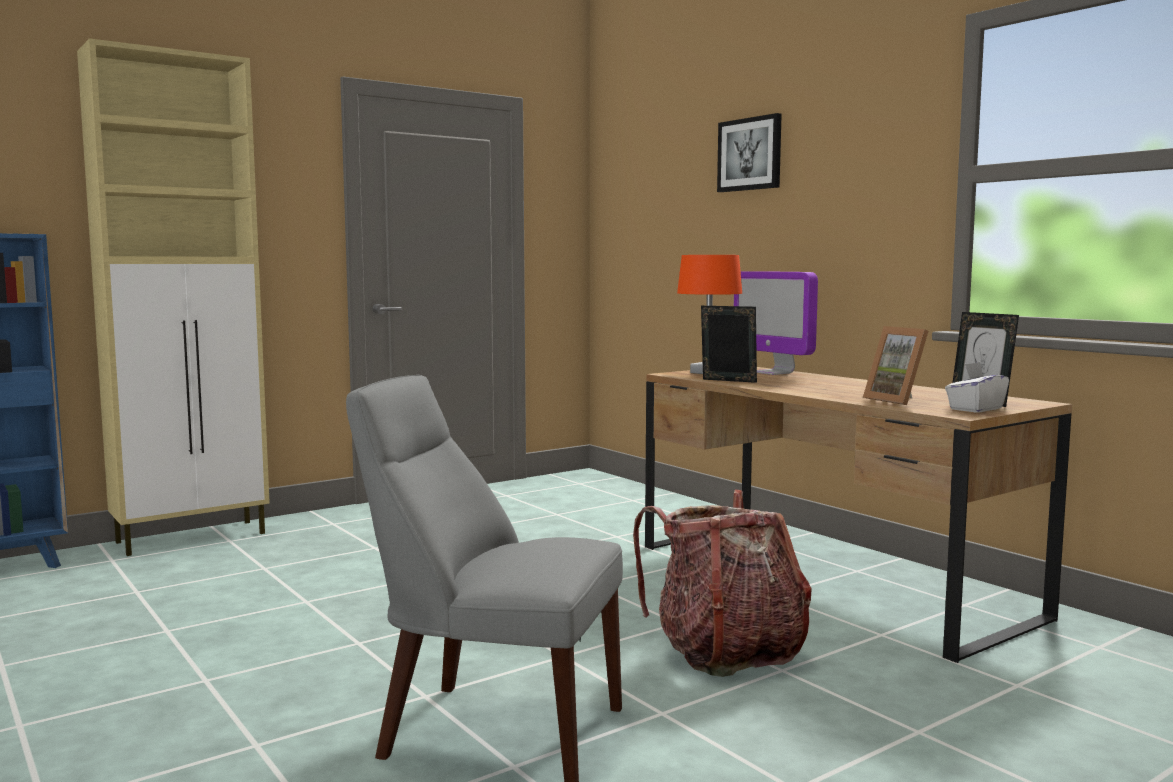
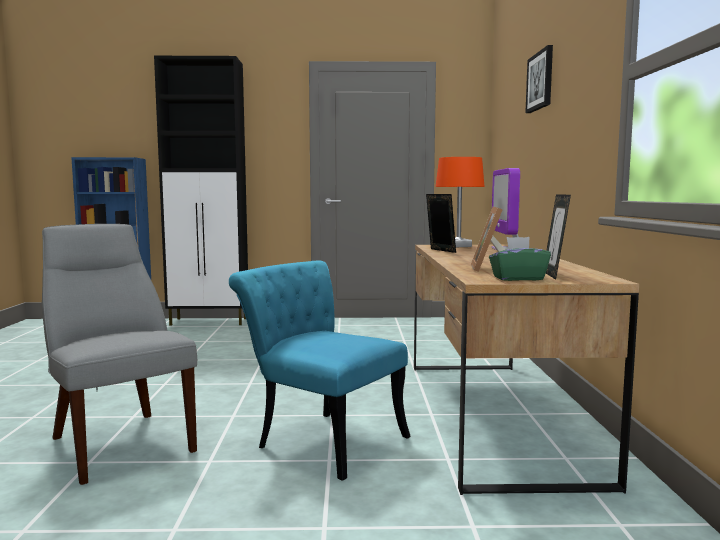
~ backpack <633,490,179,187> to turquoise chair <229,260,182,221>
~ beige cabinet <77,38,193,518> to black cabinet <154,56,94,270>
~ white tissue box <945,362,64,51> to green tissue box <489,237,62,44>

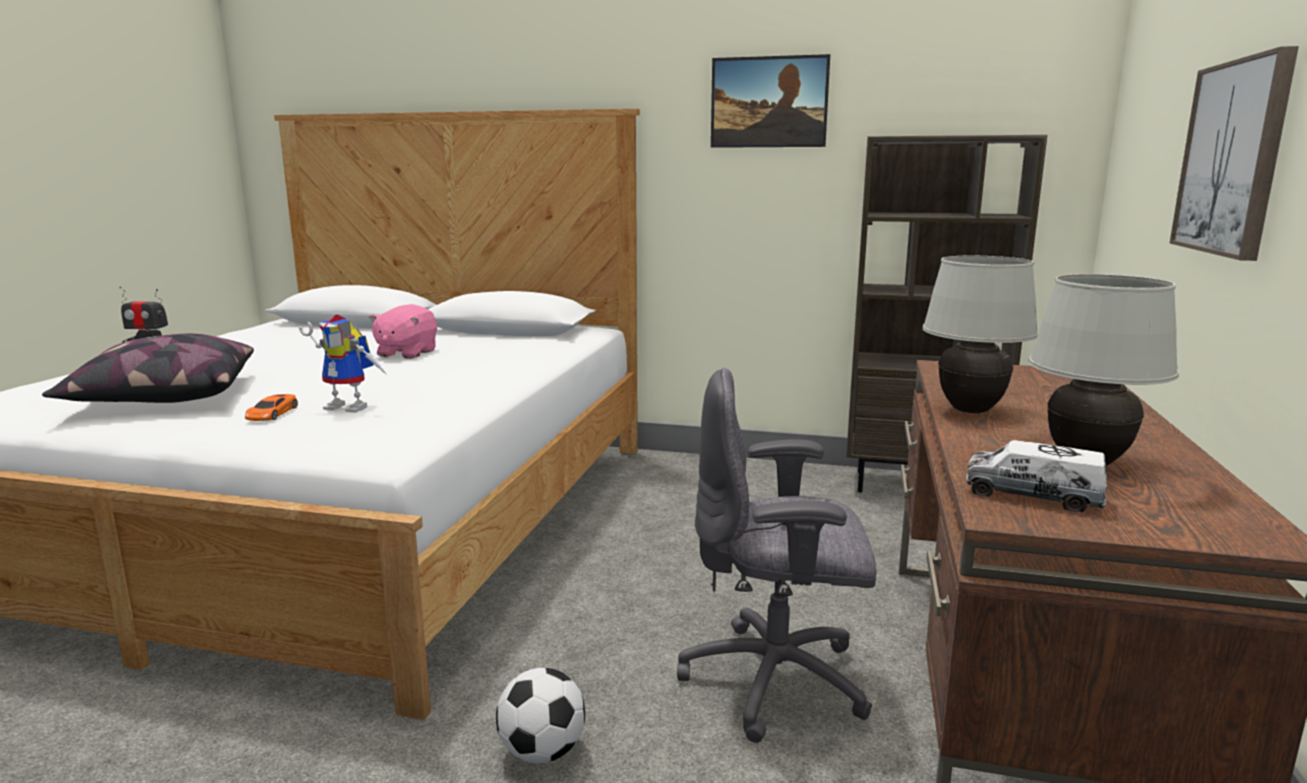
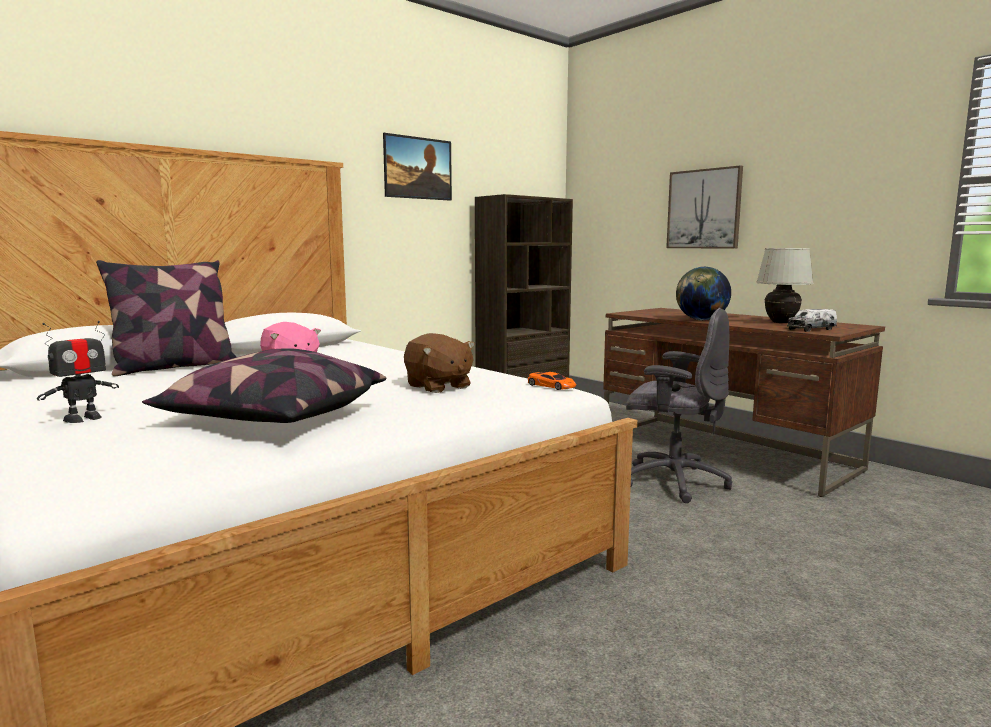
- football <496,668,89,95>
+ pillow <96,260,140,116>
~ orange toy car <245,394,53,27> to <528,372,48,18>
~ toy robot <299,315,88,98> to brown plush toy <404,333,71,60>
~ white table lamp <923,256,115,157> to globe <676,267,55,53>
~ grey office chair <677,368,200,375> = <626,308,106,195> 105 degrees counterclockwise

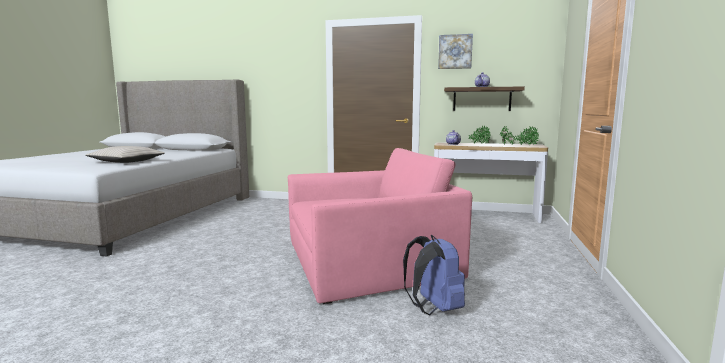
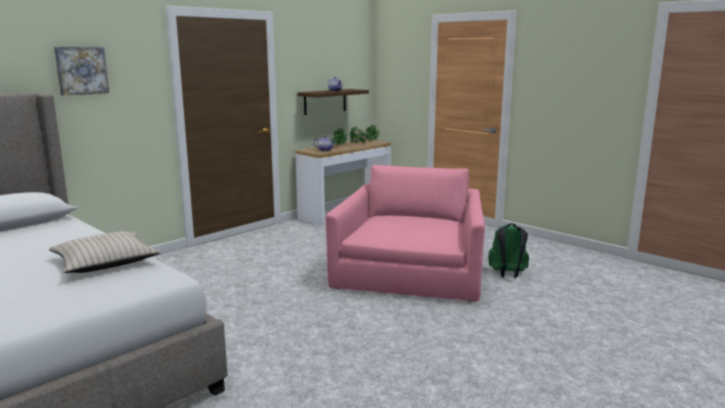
~ picture <438,34,35,35> to <54,47,55,49>
~ blue backpack <403,235,62,81> to green backpack <488,223,41,55>

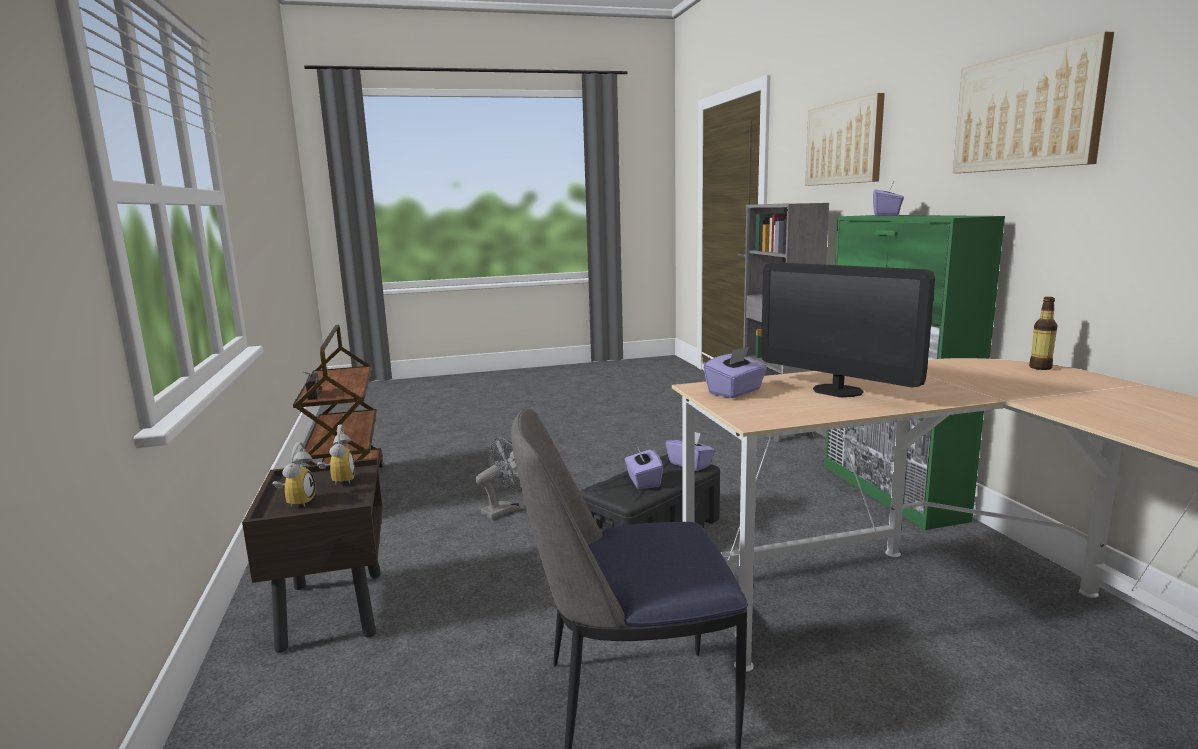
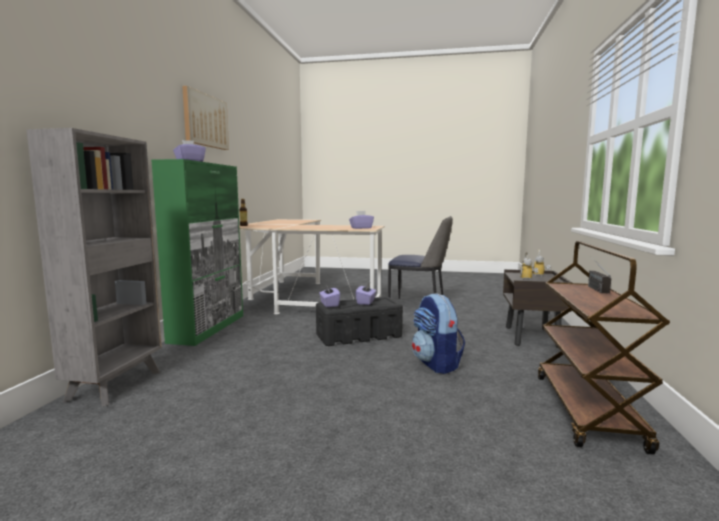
- monitor <761,262,174,135>
- picture <805,93,80,93>
~ grey fan <475,437,47,82> to backpack <412,293,53,81>

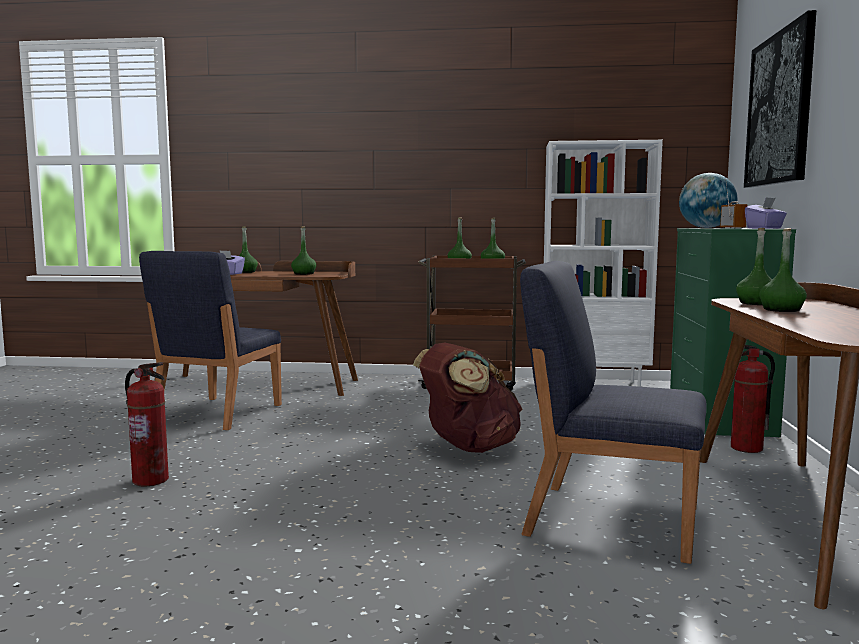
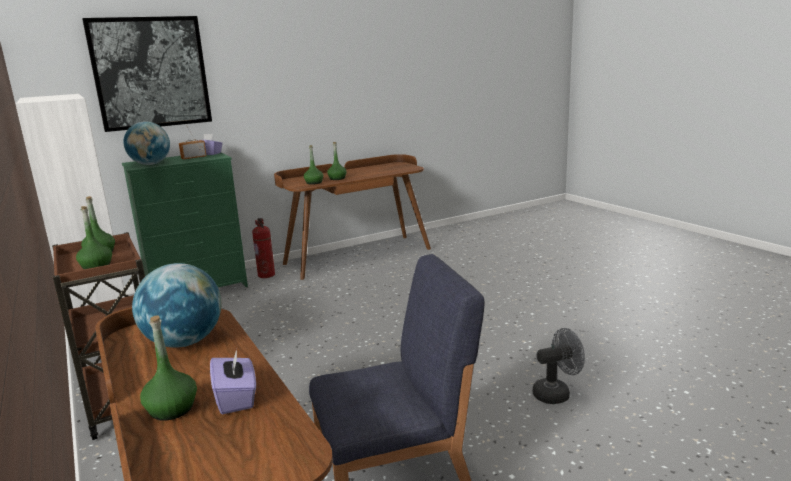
- brown backpack <413,342,109,111>
- blue chair <520,261,187,303>
~ fire extinguisher <125,362,44,125> to grey fan <533,328,52,76>
~ green bottle <291,226,25,49> to globe <132,263,90,85>

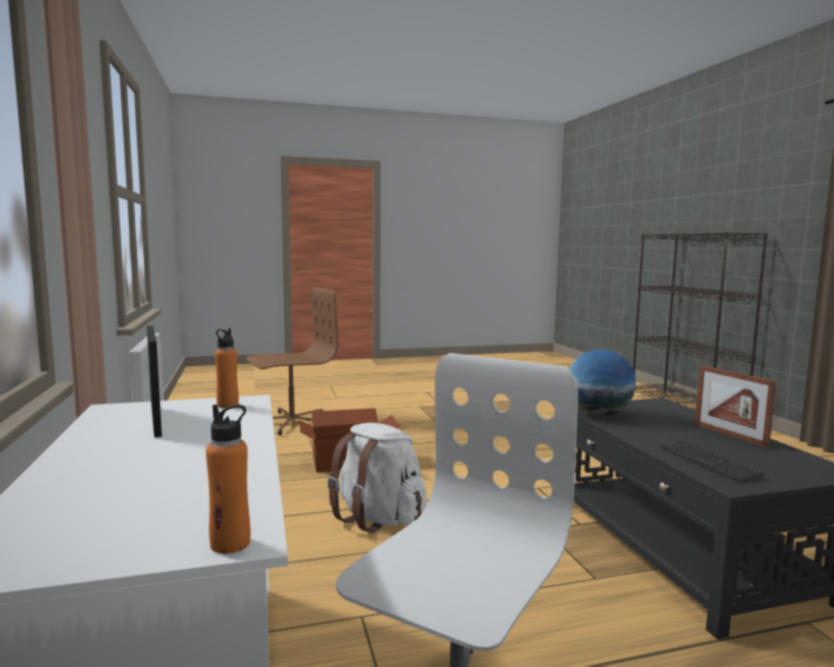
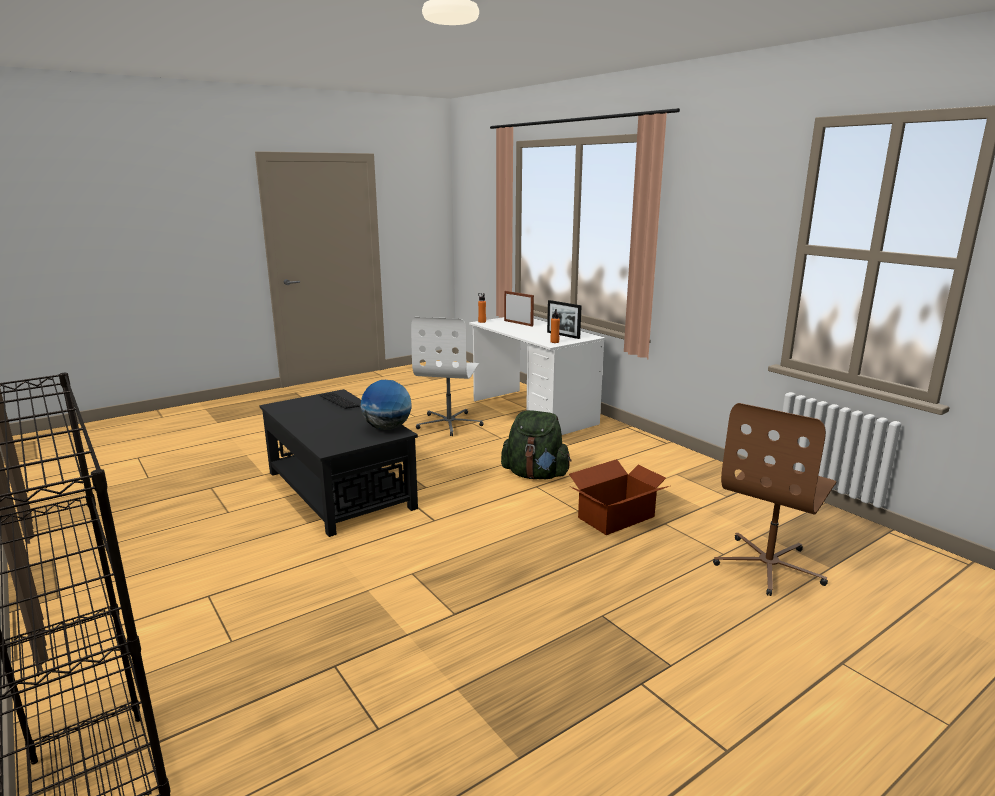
~ picture frame <695,365,81,83> to <504,291,30,35>
~ white backpack <327,423,99,110> to green backpack <501,410,70,69>

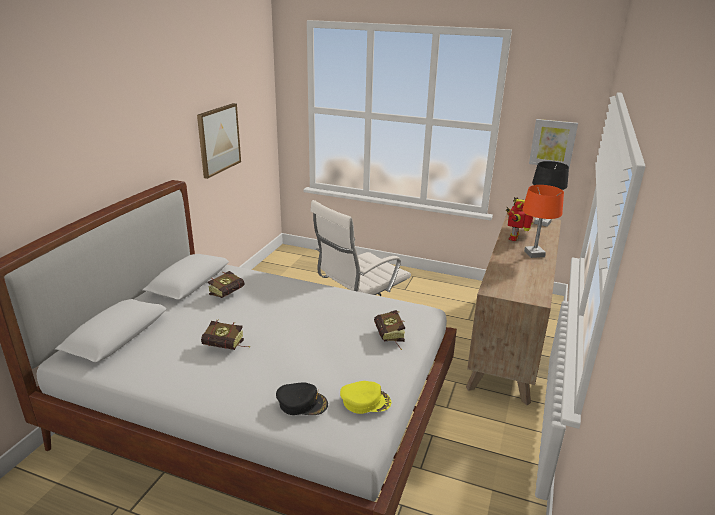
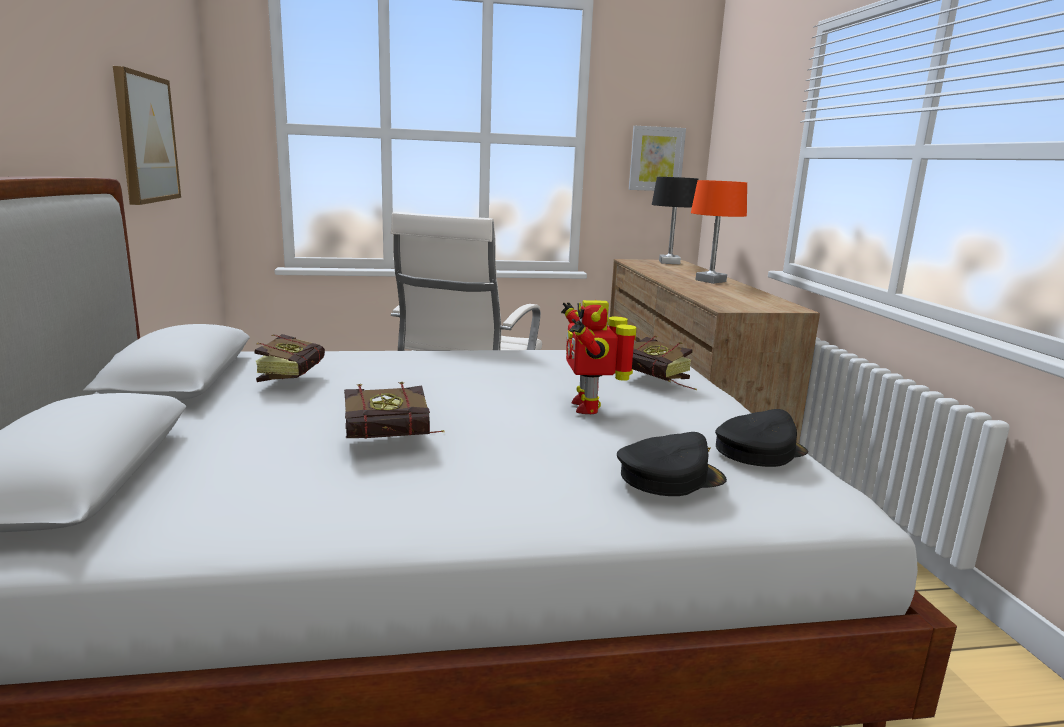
~ toy robot <505,197,28,44> to <561,300,75,114>
~ yellow cap <340,381,51,33> to black cap <715,409,93,58>

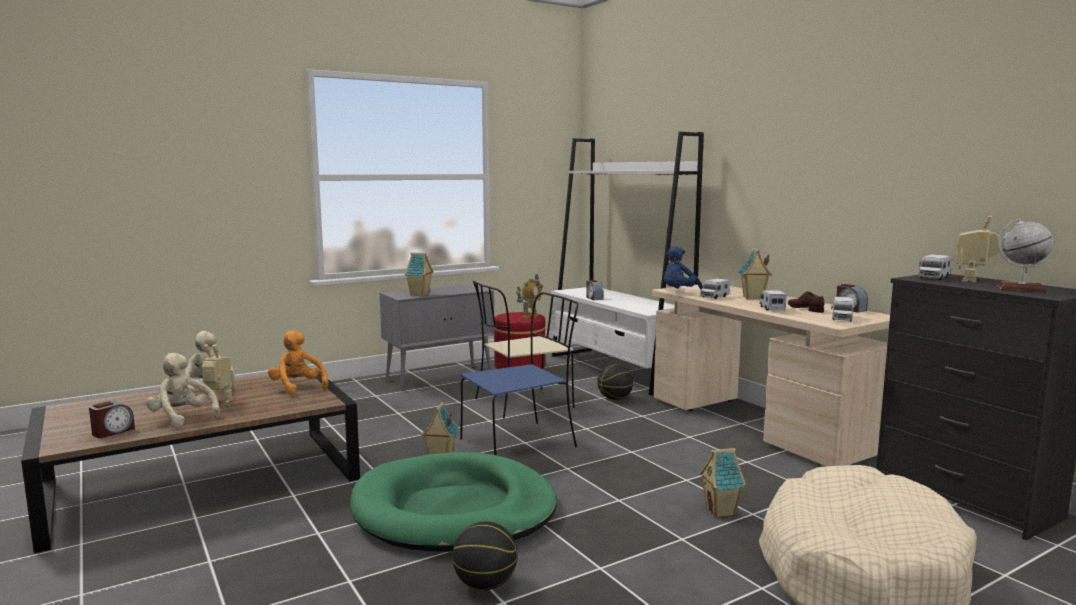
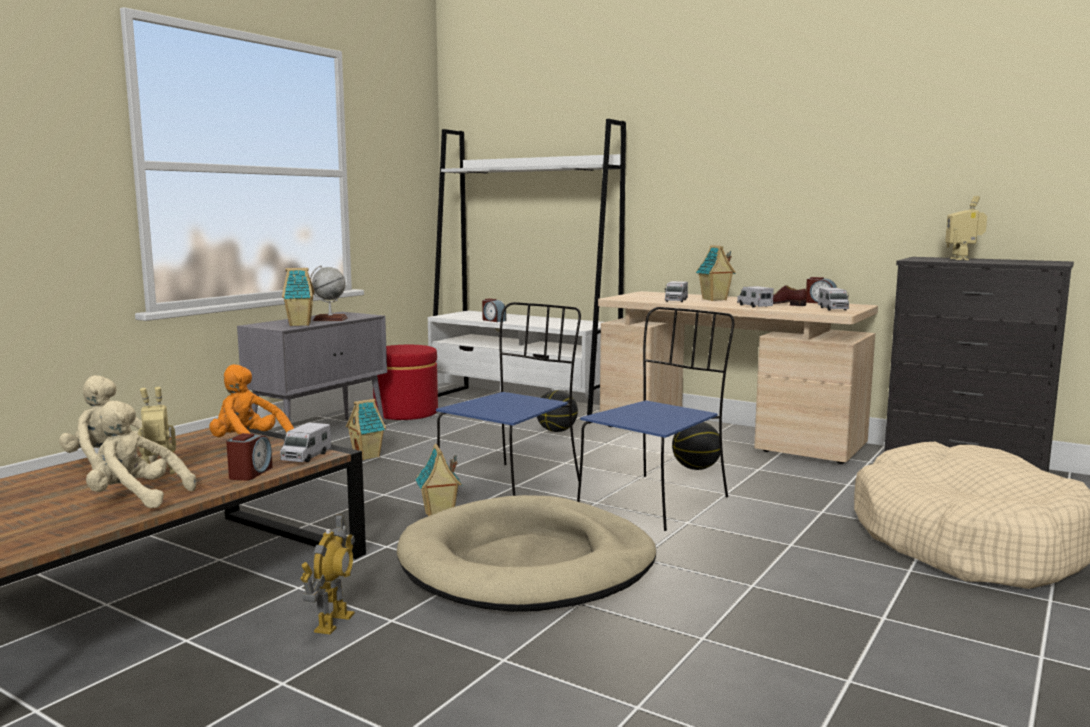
- beige chair <473,281,101,138>
- blue plush toy <664,246,39,44>
+ blue chair <577,307,157,224>
~ alarm clock <89,401,46,37> to <226,433,46,48>
~ basketball <452,521,65,69> to <672,422,48,48>
~ toy robot <516,274,27,44> to <300,514,55,120>
~ toy house <699,448,47,69> to <346,399,40,61>
~ toy truck <918,254,34,26> to <280,422,51,40>
~ globe <997,219,56,74> to <310,265,38,56>
~ green dog bed <350,452,207,100> to beige dog bed <397,495,259,117>

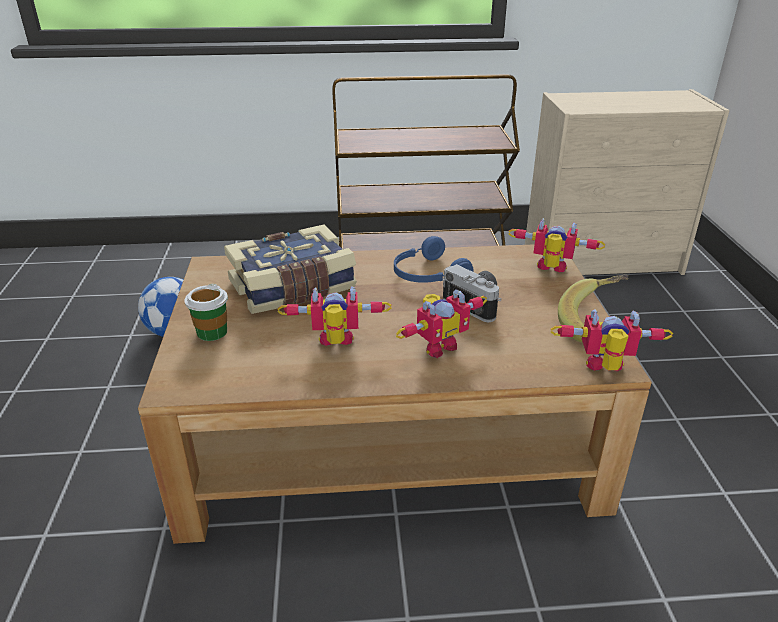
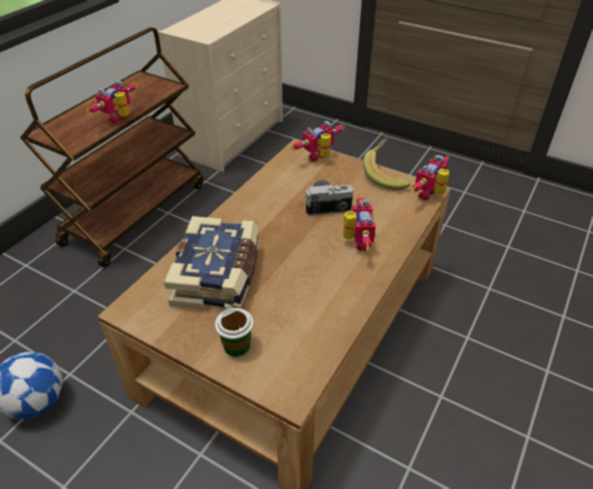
- blue headphones <394,236,80,47>
~ toy robot <277,286,115,60> to <86,80,52,44>

